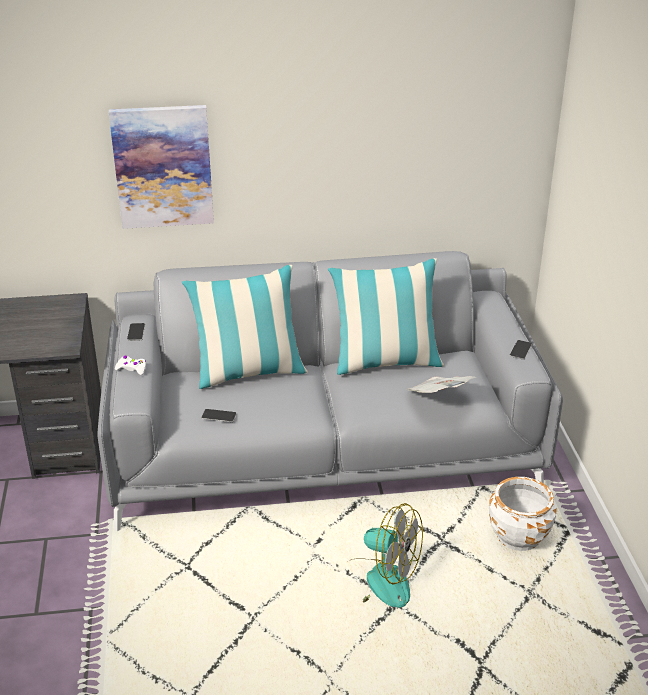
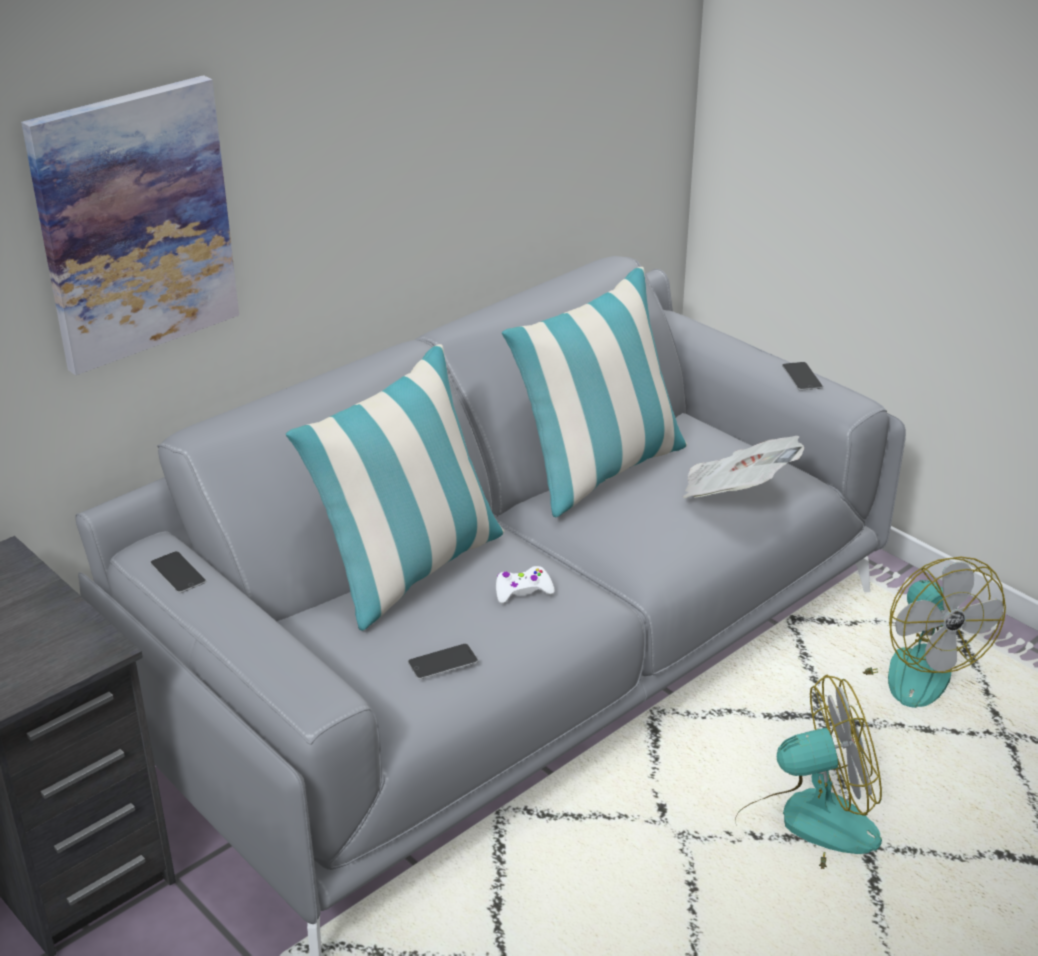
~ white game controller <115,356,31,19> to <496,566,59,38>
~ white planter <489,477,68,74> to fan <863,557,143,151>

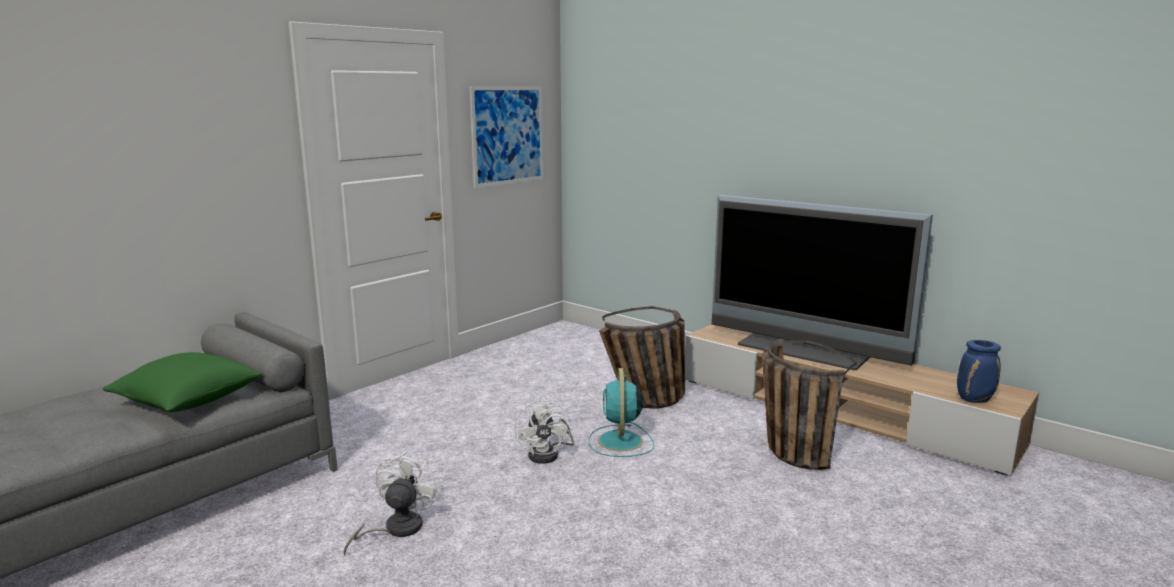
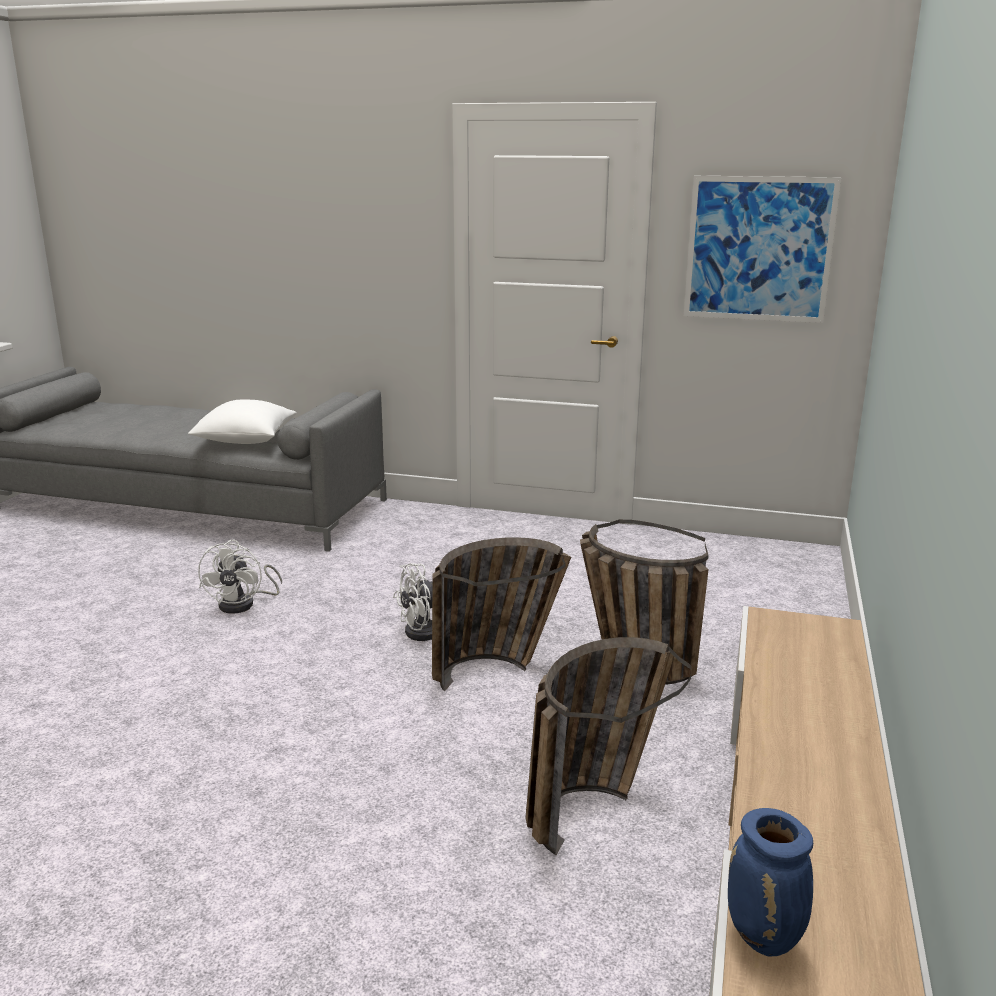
- television <712,195,221,175>
~ turquoise fan <589,368,65,89> to basket <432,537,139,154>
~ green pillow <103,352,160,60> to white pillow <188,400,109,44>
~ white fan <343,451,96,104> = <198,539,84,75> 105 degrees clockwise

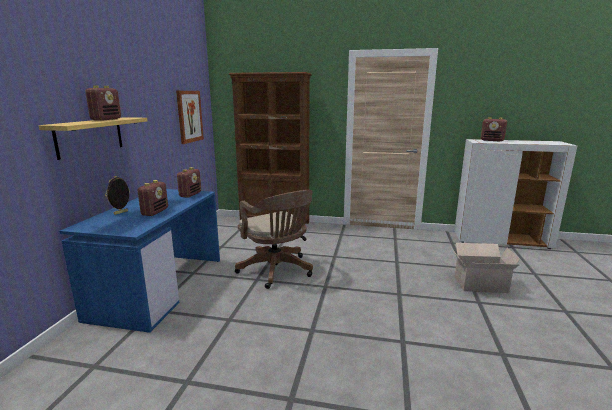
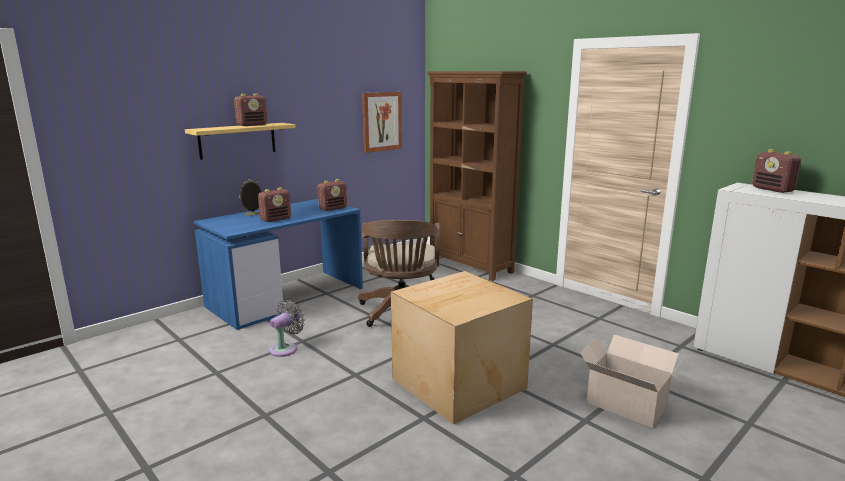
+ grey fan <270,300,35,57>
+ cardboard box <391,271,142,154>

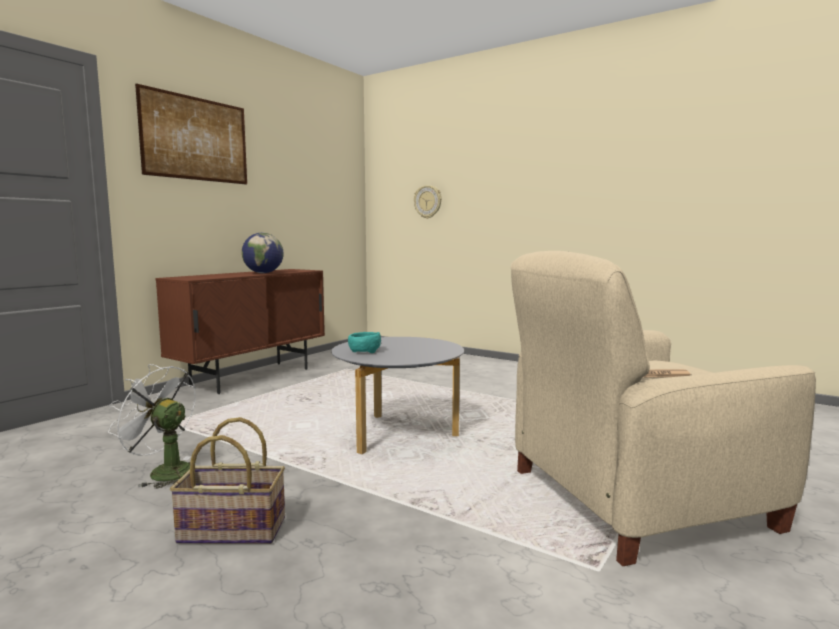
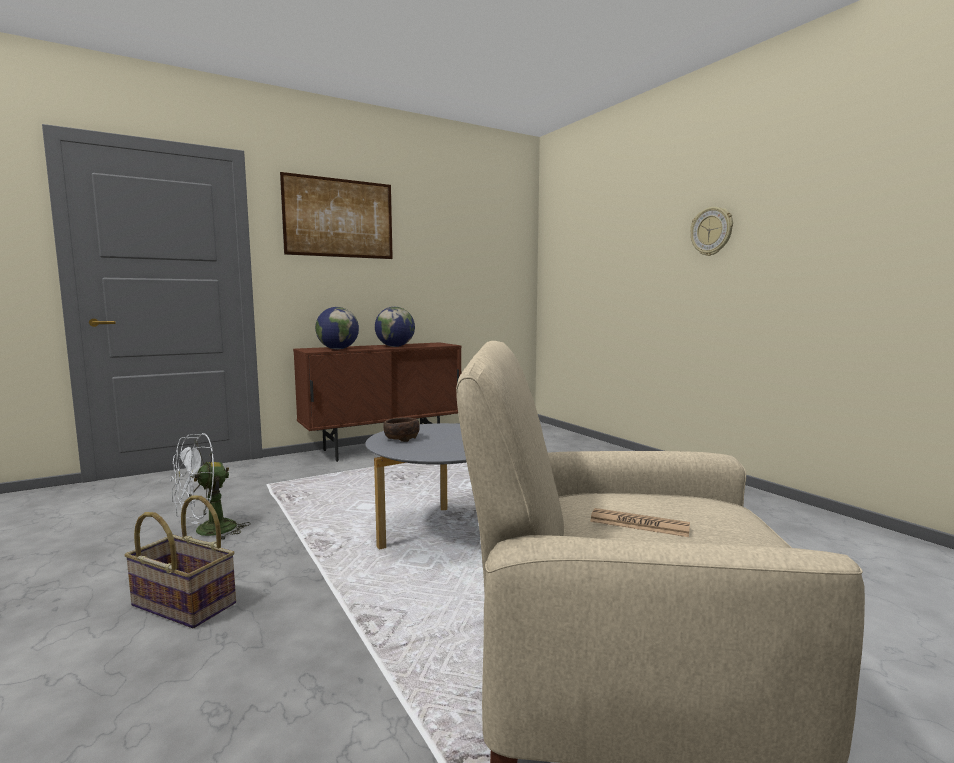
+ globe <315,307,44,42>
~ wall clock <414,185,28,34> to <690,207,43,49>
~ turquoise bowl <348,332,33,21> to brown bowl <383,417,37,25>
~ white fan <108,364,88,125> = <171,433,80,107> 90 degrees counterclockwise

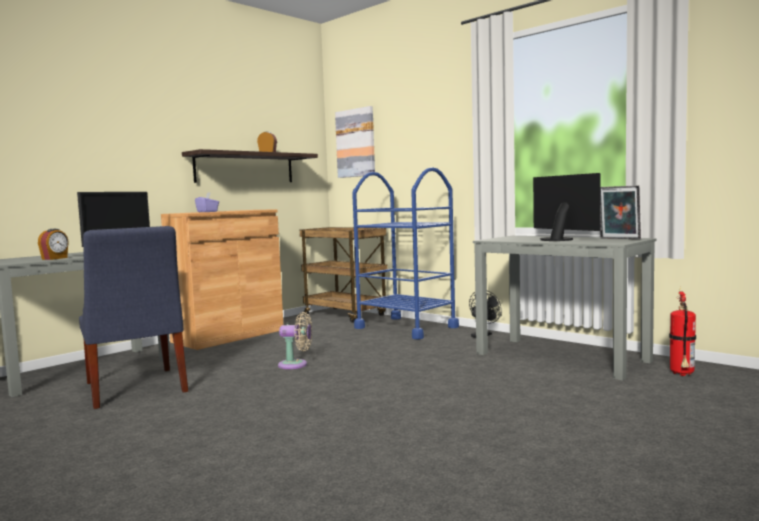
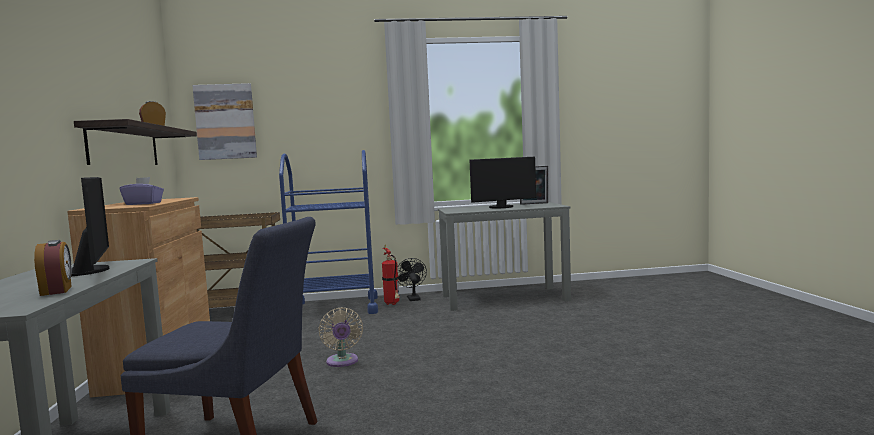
~ fire extinguisher <669,287,27,89> to <382,244,18,61>
~ beige fan <278,312,34,57> = <318,307,45,60> 120 degrees clockwise
~ monitor <533,173,67,68> = <470,157,66,51> 150 degrees clockwise

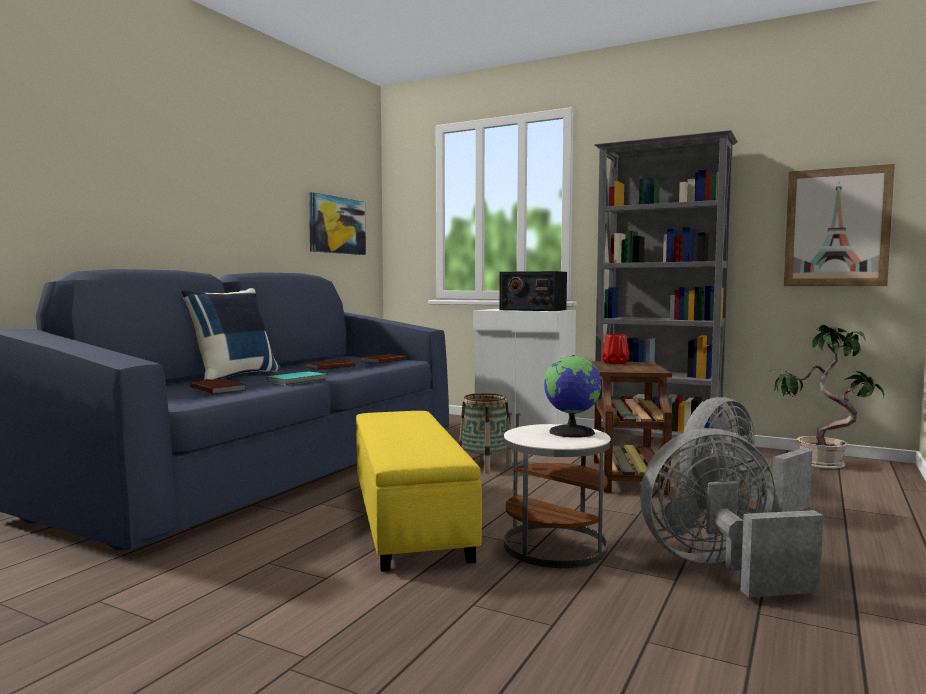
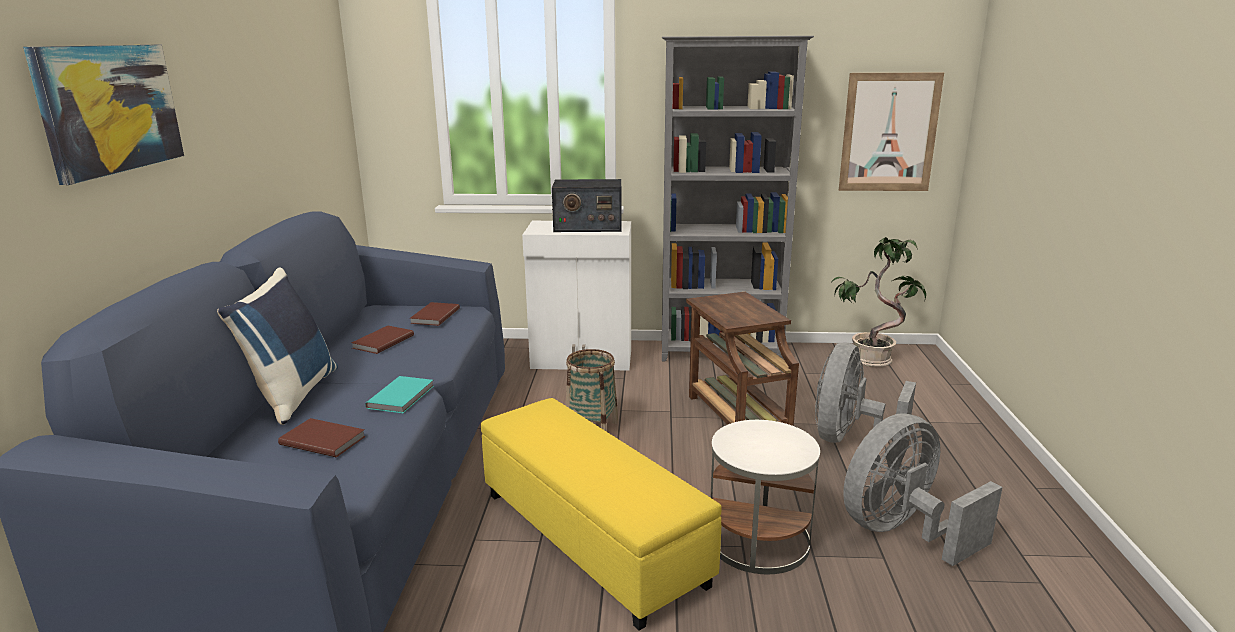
- globe <544,355,57,83>
- red vase <602,334,27,30>
~ picture <309,192,57,63> to <23,44,161,141>

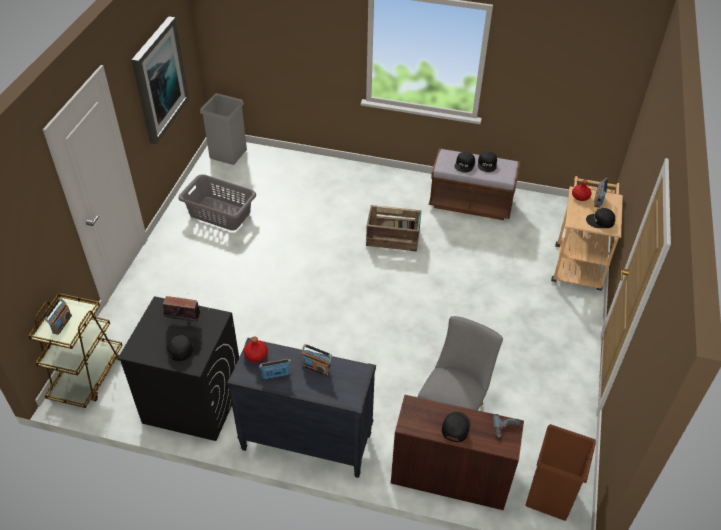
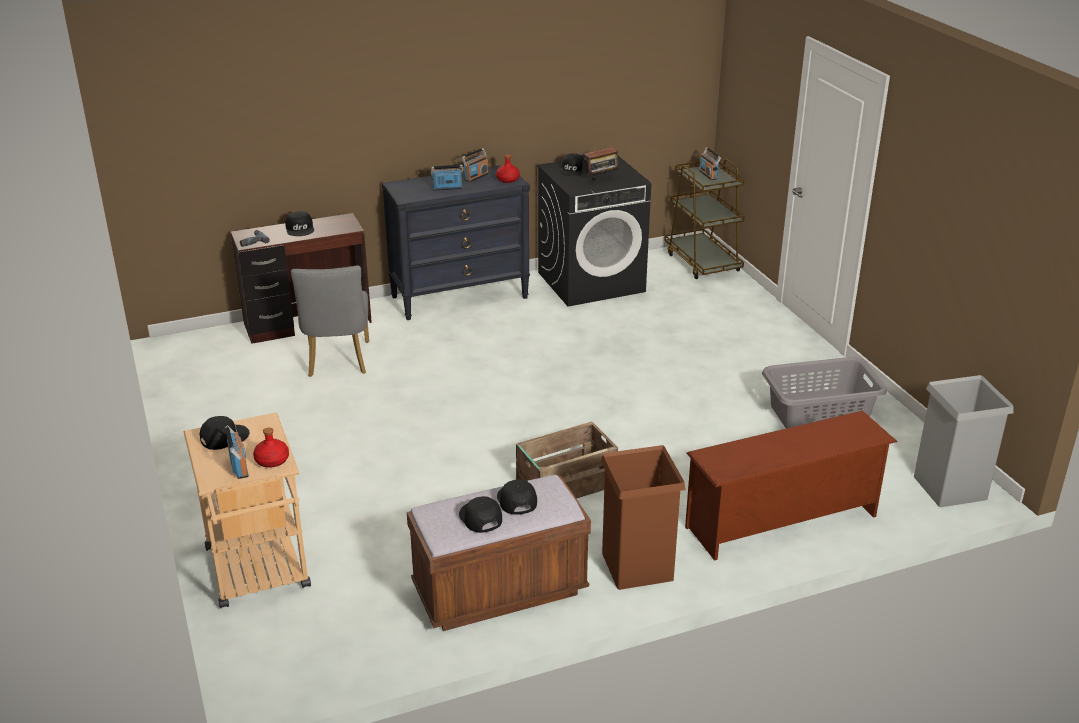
- picture <132,16,57,128>
+ brown shoe rack <685,410,212,151>
~ brown trash can <526,424,70,97> to <601,445,84,145>

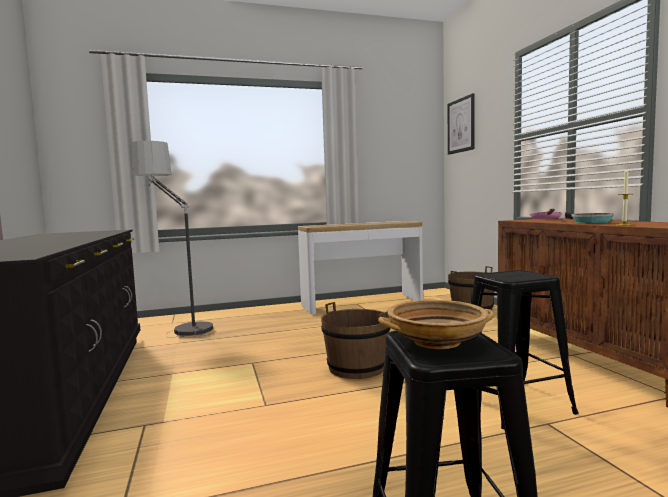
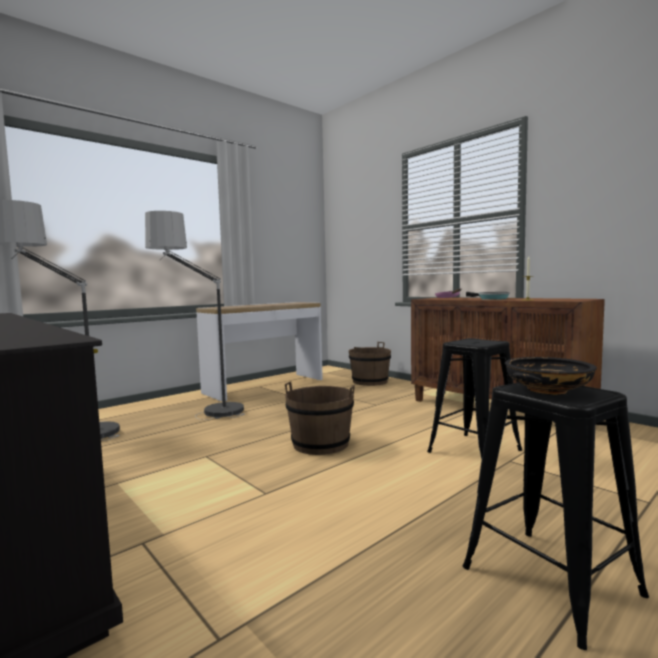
- picture <448,93,26,62>
+ floor lamp <145,211,100,209>
~ beige bowl <378,300,116,49> to black bowl <505,357,92,38>

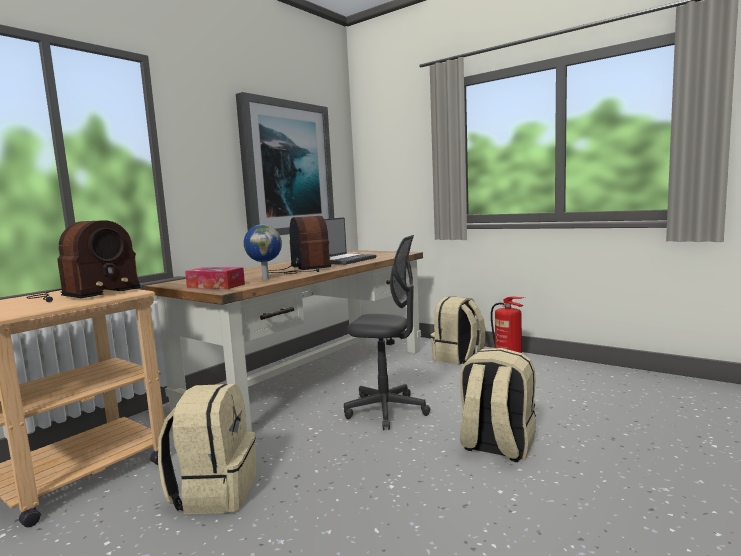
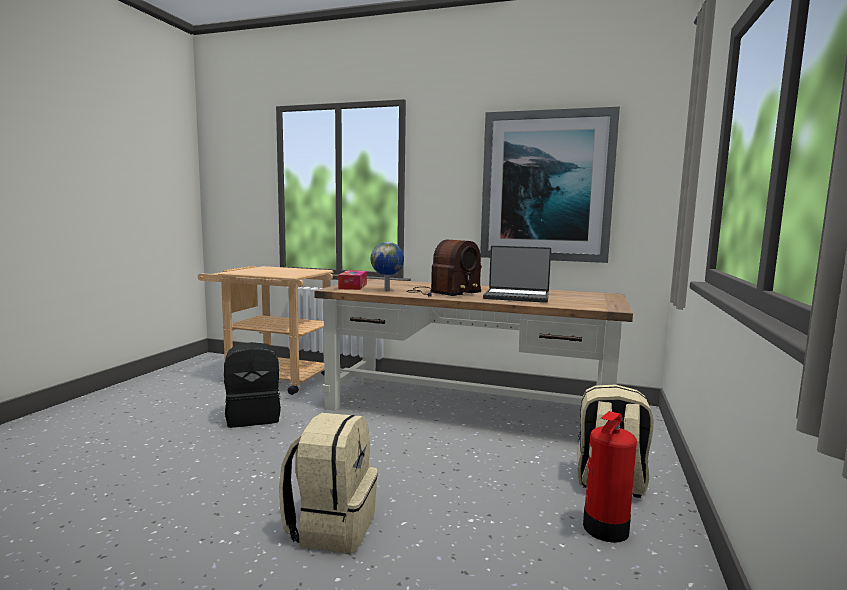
- radio <27,220,114,82>
- grey office chair <344,235,86,195>
~ beige backpack <158,384,98,130> to black backpack <224,342,57,86>

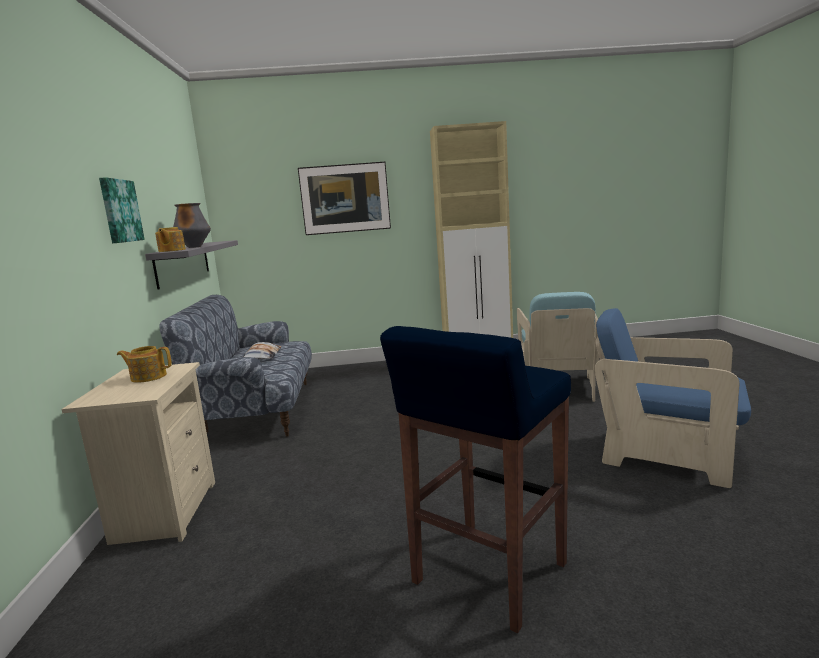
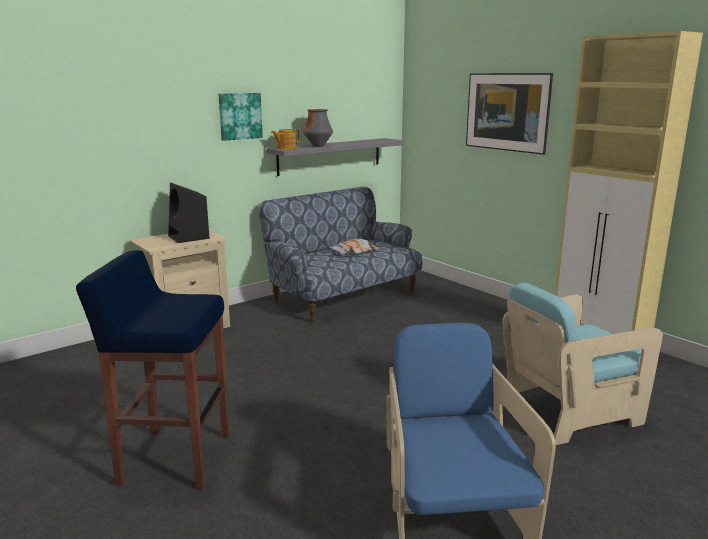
~ teapot <117,346,55,37> to black speaker <168,182,42,61>

